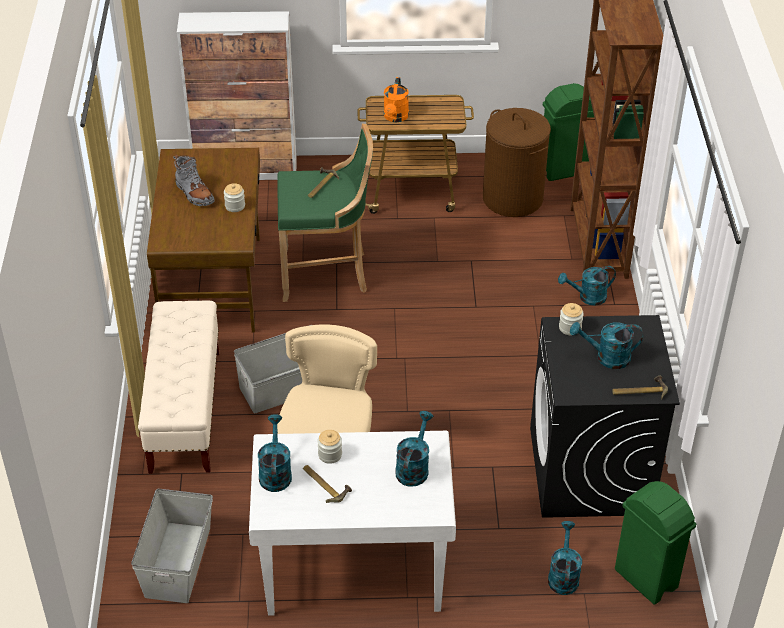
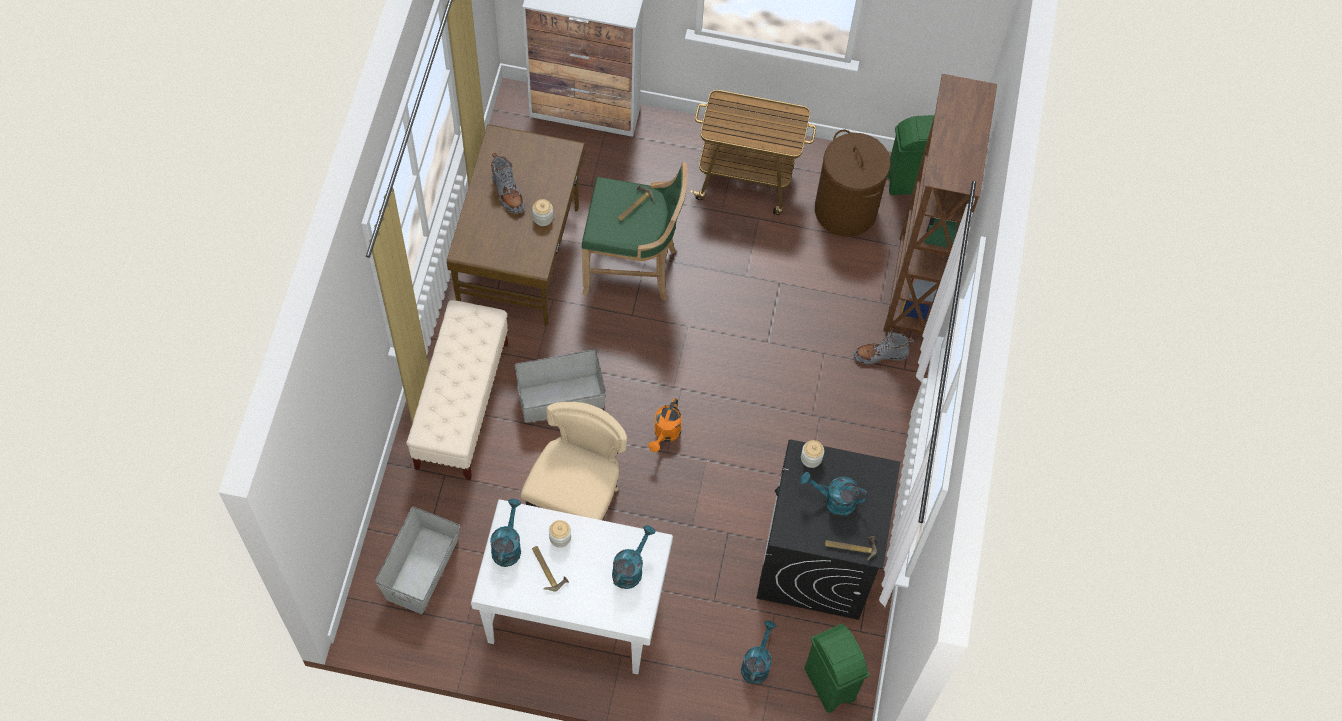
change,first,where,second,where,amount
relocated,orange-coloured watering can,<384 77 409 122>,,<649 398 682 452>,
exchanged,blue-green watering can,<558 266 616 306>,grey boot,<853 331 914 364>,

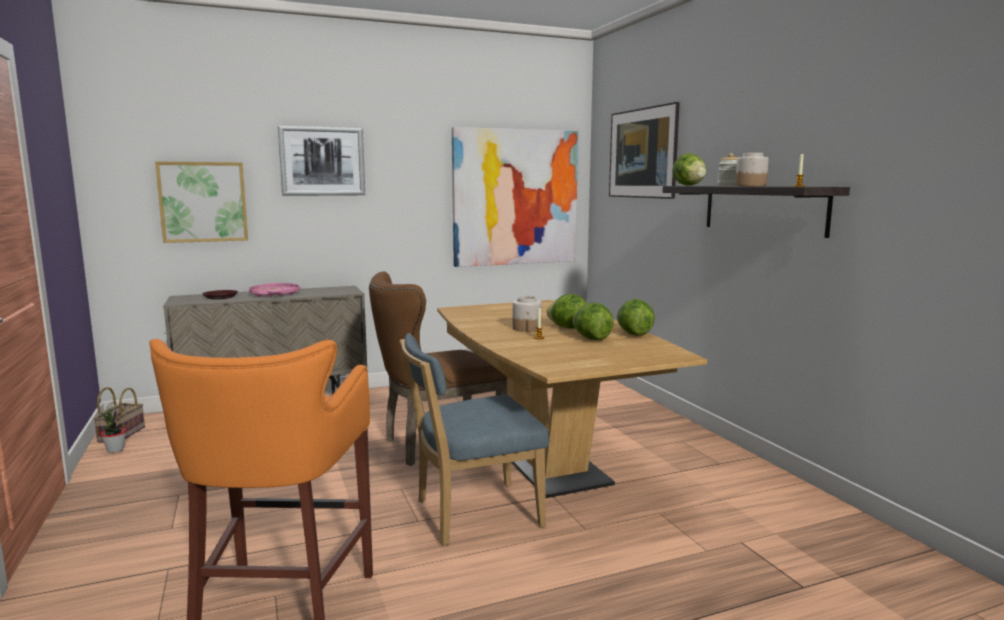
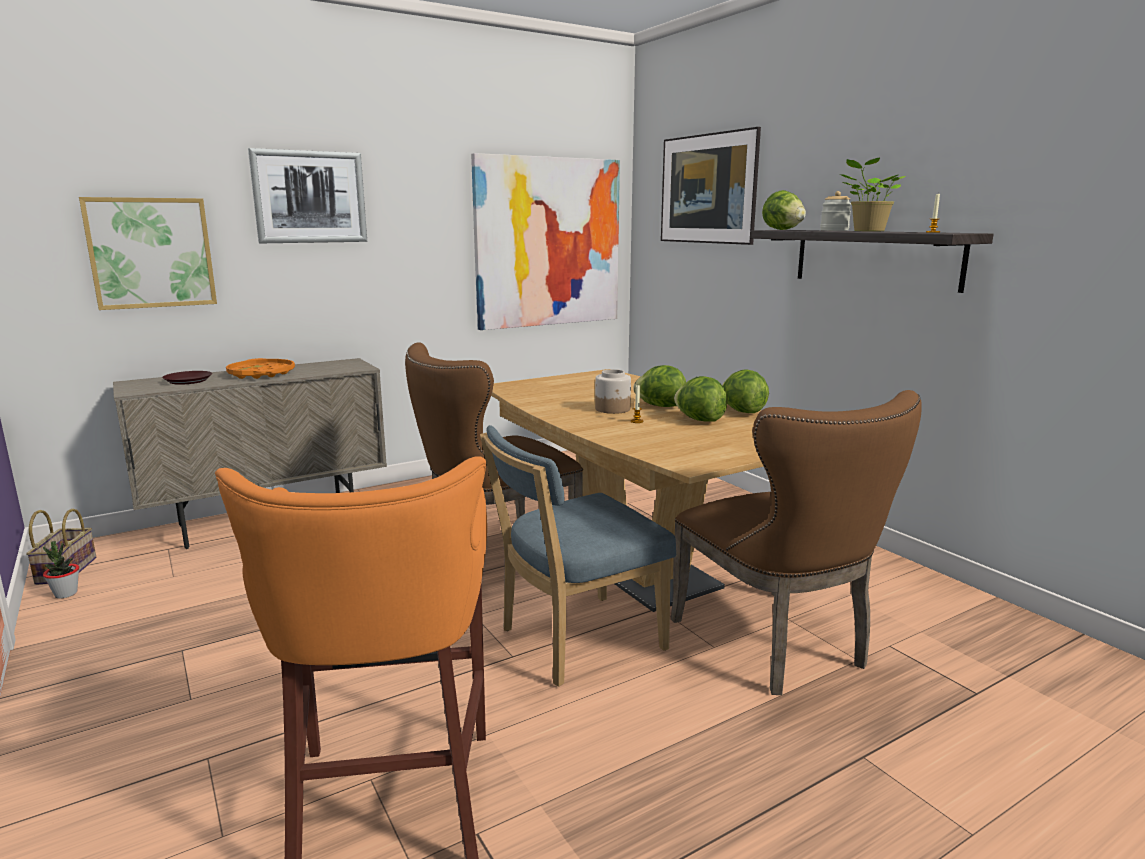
change,first,where,second,where,amount
exchanged,preserve jar,<735 153 769 186>,plant in a pot,<840 158 905 231>,
colour,pink-coloured serving tray,<249 283 300 297>,orange-coloured serving tray,<226 358 295 379>,
appeared,,,brown plain chair,<671 390 922 695>,

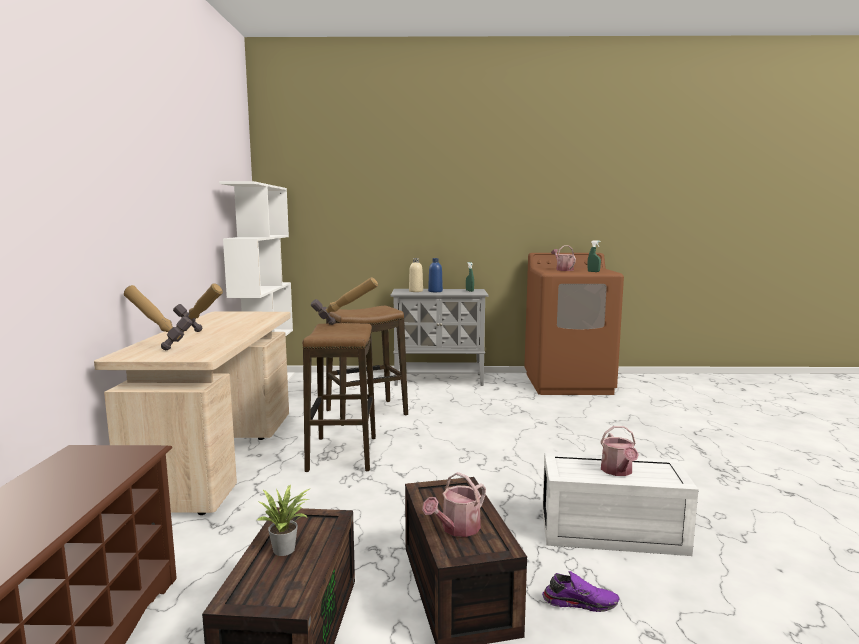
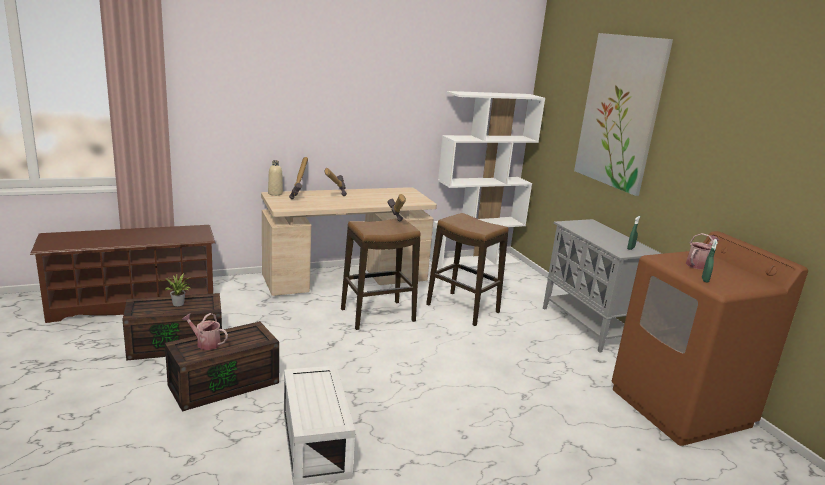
change,first,where,second,where,amount
relocated,beige-coloured drink bottle,<409 258 423 292>,,<268 160 283 196>,
missing,blue-coloured drink bottle,<428 258 443 292>,,,
missing,watering can,<600 426 639 476>,,,
missing,purple-coloured low shoe,<542 571 619 612>,,,
appeared,,,picture,<574 33 673 196>,

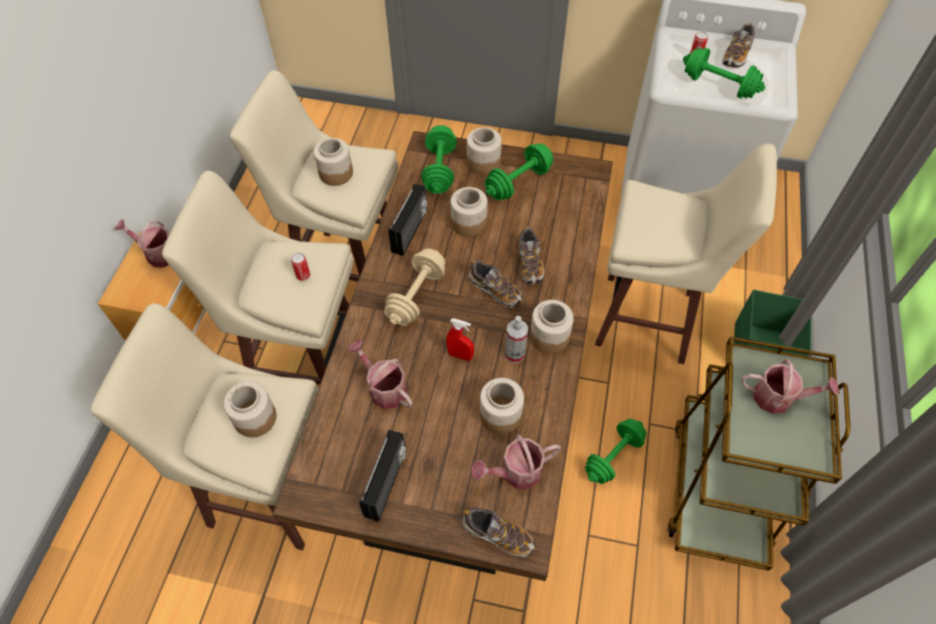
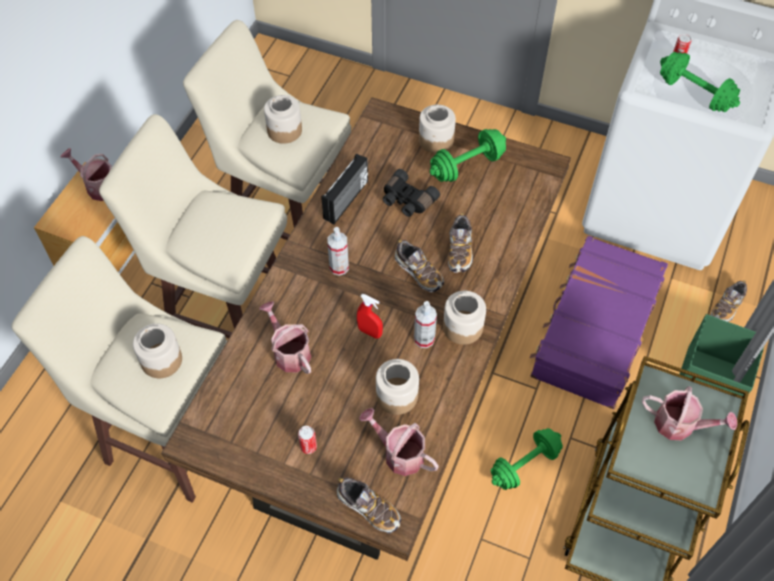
change,first,where,second,where,amount
relocated,low shoe,<723 23 755 68>,,<711 280 747 322>,
missing,greenish hand weight,<422 125 456 194>,,,
exchanged,beige-coloured sitting stool,<595 144 777 364>,purple-coloured travel case,<530 236 668 409>,
exchanged,preserve jar,<451 187 488 237>,black field glasses,<383 169 440 217>,
exchanged,beige-coloured hand weight,<384 248 445 326>,spray bottle,<327 227 349 275>,
relocated,can,<291 253 310 281>,,<298 426 317 454>,
missing,radio,<359 430 406 522>,,,
spun,watering can,<471 435 561 489>,,<359 408 439 476>,45 degrees clockwise

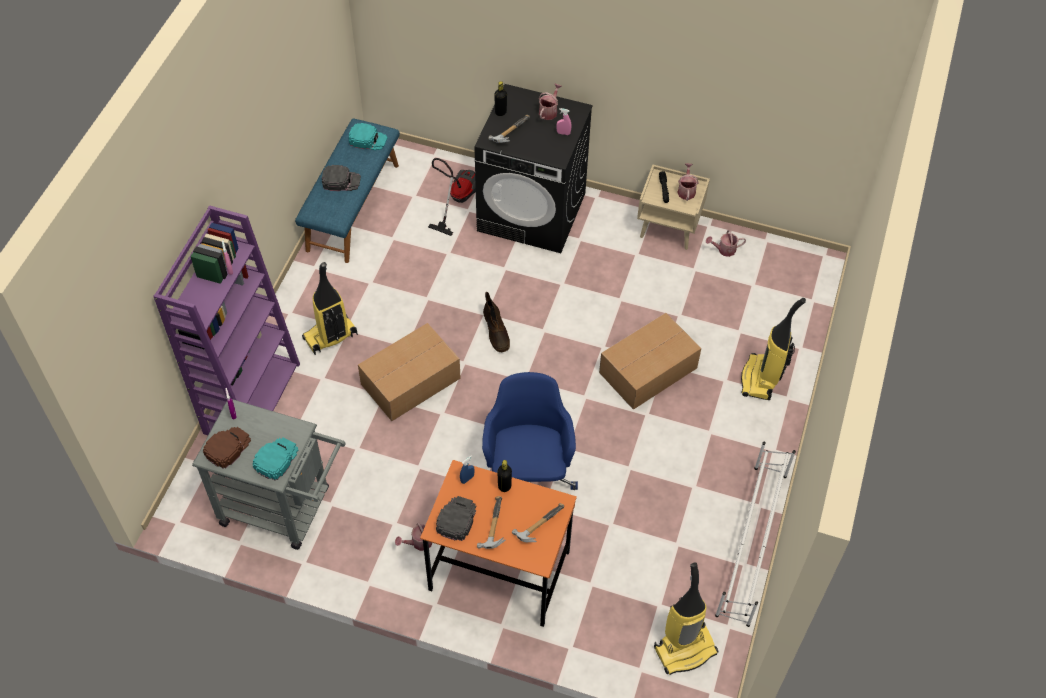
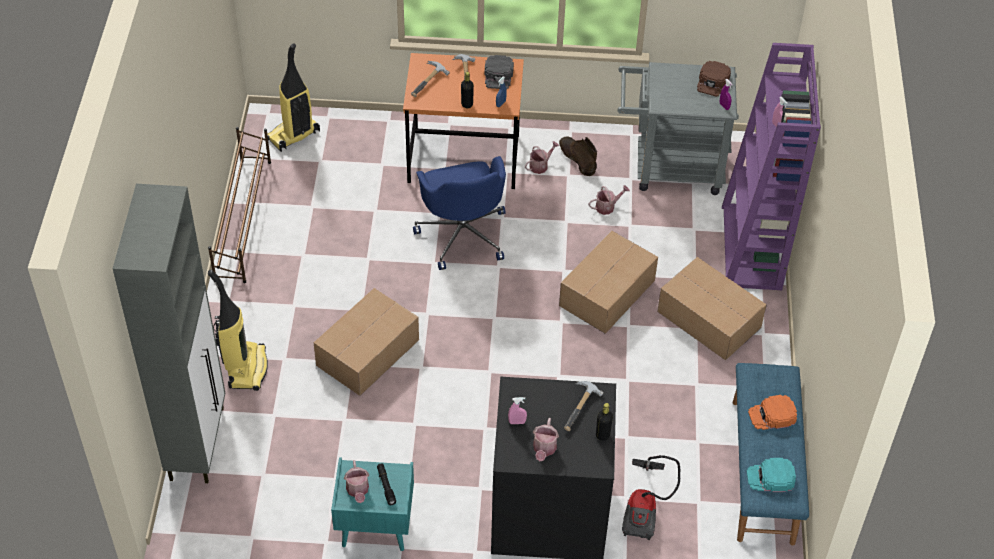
change,first,where,second,where,amount
colour,black baseball cap,<322 165 361 191>,orange-coloured baseball cap,<748 395 797 430>,
colour,beige-coloured bedside table,<637 165 710 250>,blue-green bedside table,<331 458 414 551>,
relocated,watering can,<706 230 746 257>,,<589 185 630 215>,
exchanged,hoover,<302 262 358 355>,packing box,<657 257 767 360>,
relocated,brown boot,<483 292 510 352>,,<559 137 597 176>,
missing,blue-green baseball cap,<252 437 299 481>,,,
colour,whitish shoe shelf,<715 442 796 627>,brown shoe shelf,<208 127 271 283>,
appeared,,,grey cabinet,<113 184 225 483>,

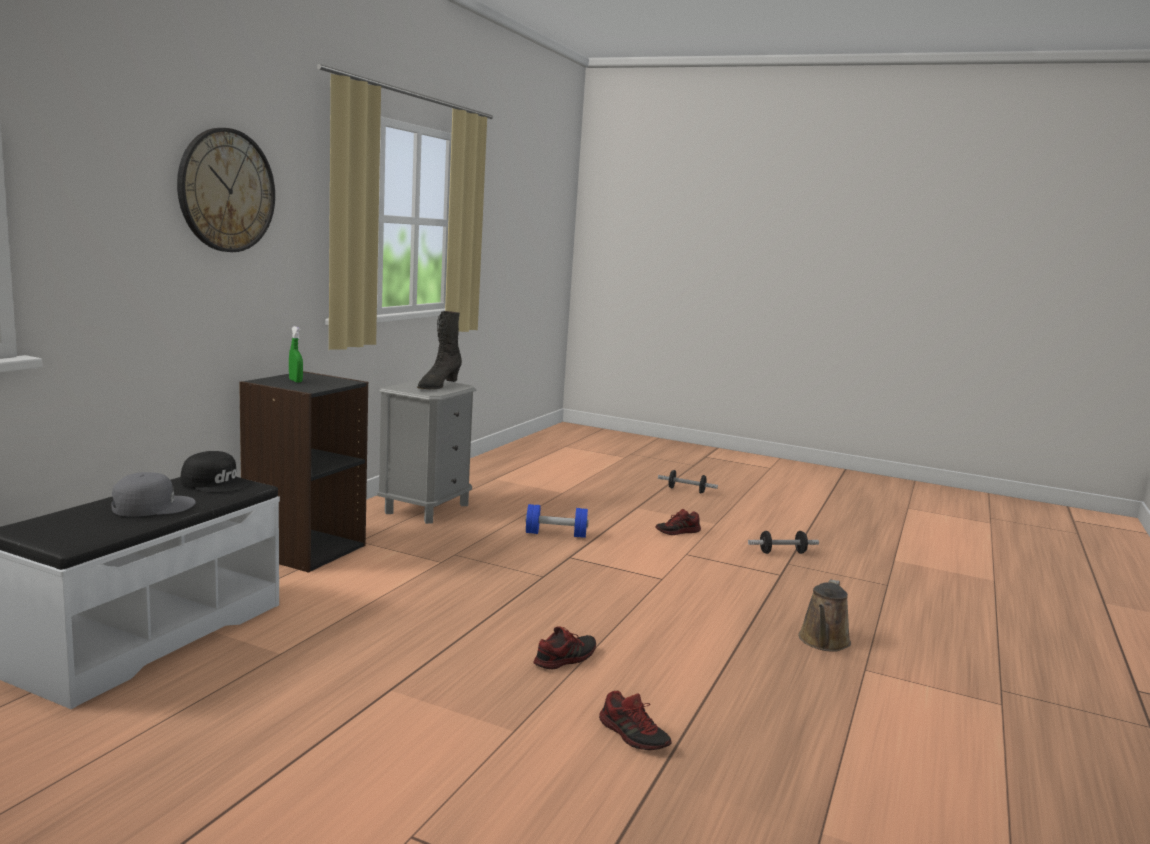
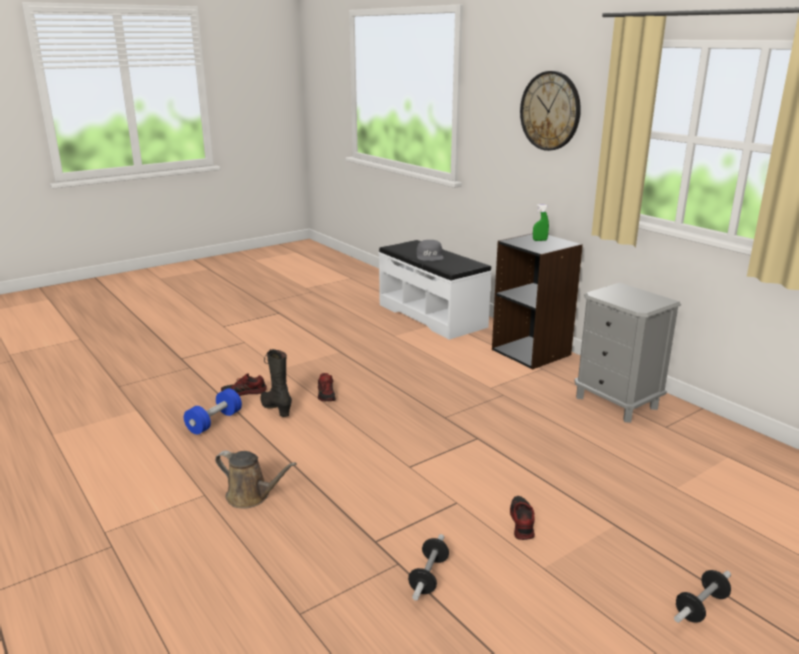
change,first,where,second,where,amount
relocated,black boot,<417 311 462 389>,,<261 349 292 417>,
missing,black baseball cap,<180 451 251 493>,,,
relocated,blue-coloured hand weight,<526 504 589 538>,,<184 388 242 435>,
spun,brown watering can,<798 579 851 652>,,<215 451 297 509>,150 degrees clockwise

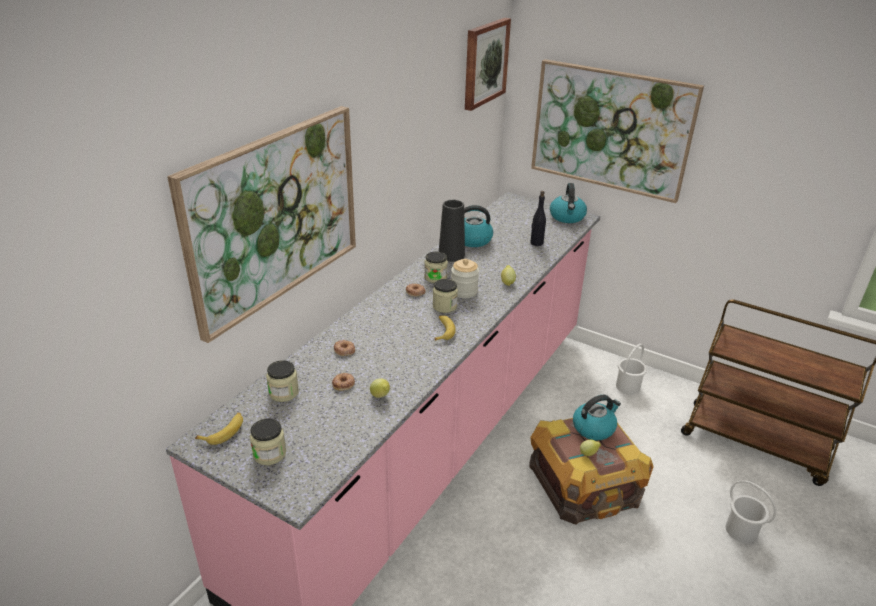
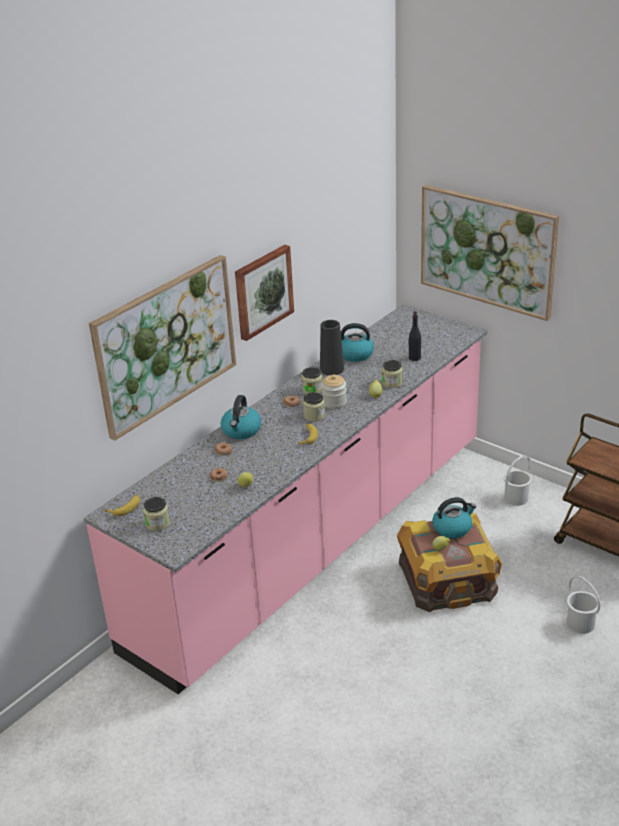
change,first,where,second,where,amount
relocated,picture,<465 18 511 111>,,<235 245 294 341>,
relocated,tea kettle,<550 183 587 223>,,<221 395 261 439>,
relocated,preserve jar,<266 360 299 402>,,<382 360 403 388>,

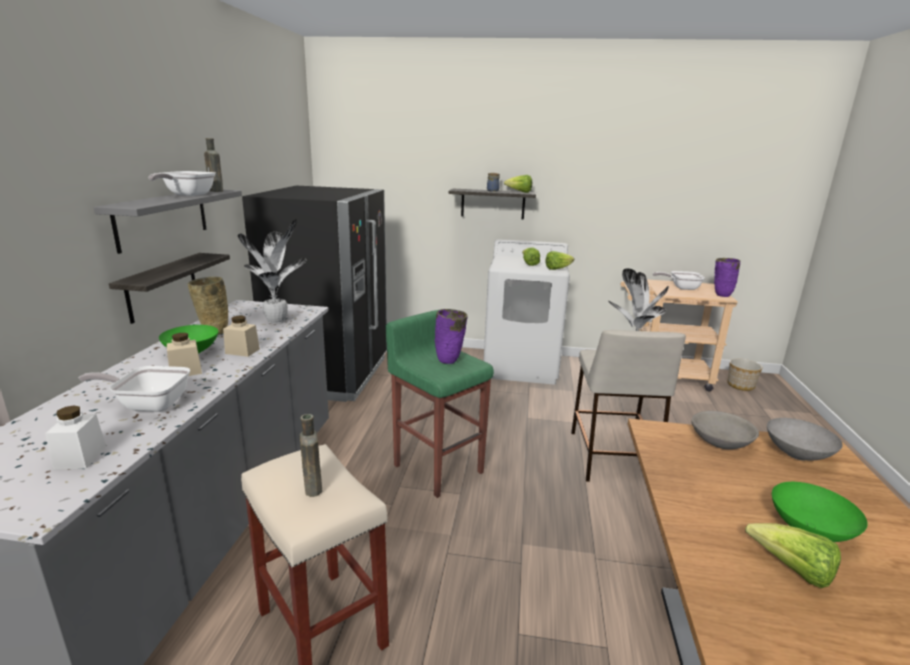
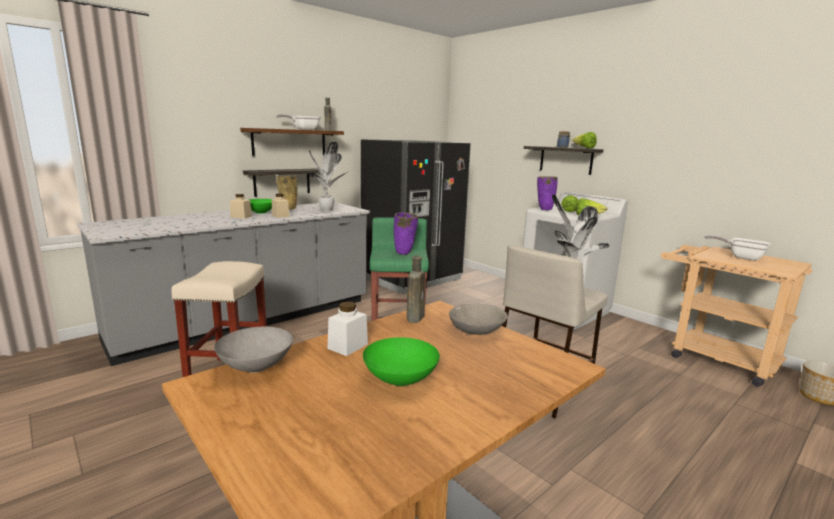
change,first,where,second,where,amount
colour,grey shelf,<94 190 242 254>,brown shelf,<240 128 344 156>,
relocated,purple-coloured decorative vase,<714 258 740 297>,,<537 176 558 210>,
missing,skillet,<79 366 190 412>,,,
relocated,whitish preserve jar,<45 405 106 470>,,<328 302 368 356>,
relocated,brown drink bottle,<300 414 322 497>,,<407 255 425 323>,
relocated,grey deep dish,<767 418 843 461>,,<214 327 293 373>,
missing,lettuce,<745 523 841 588>,,,

